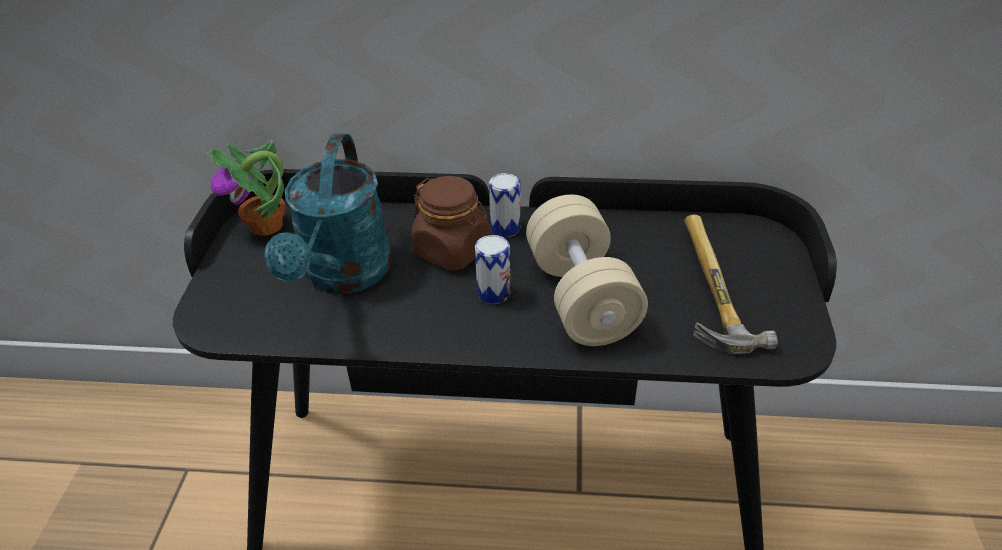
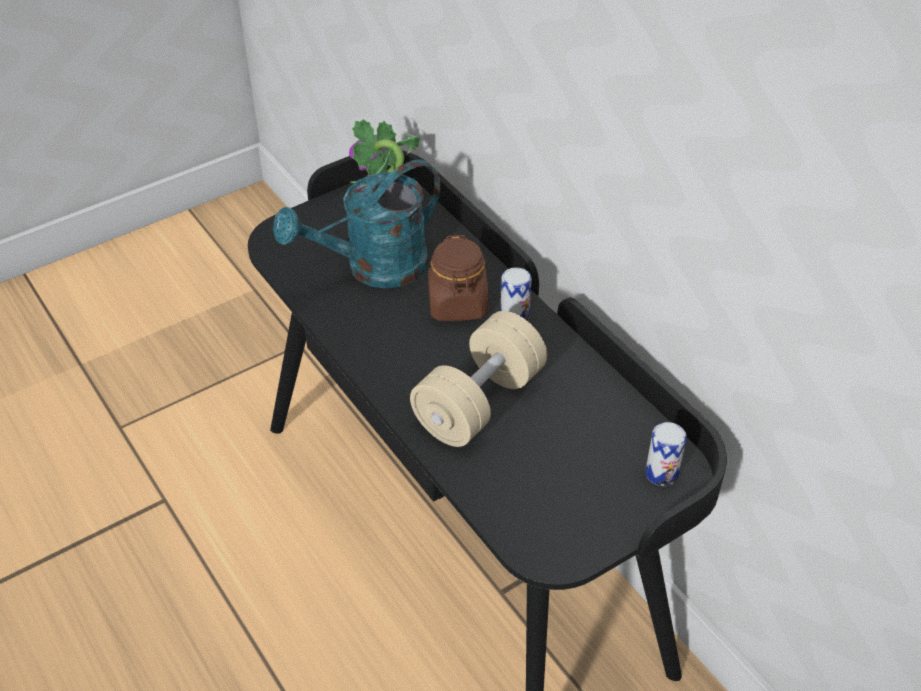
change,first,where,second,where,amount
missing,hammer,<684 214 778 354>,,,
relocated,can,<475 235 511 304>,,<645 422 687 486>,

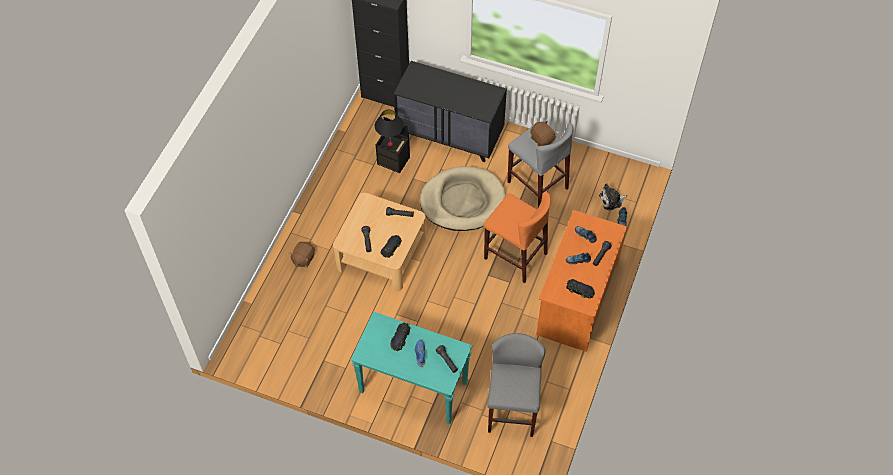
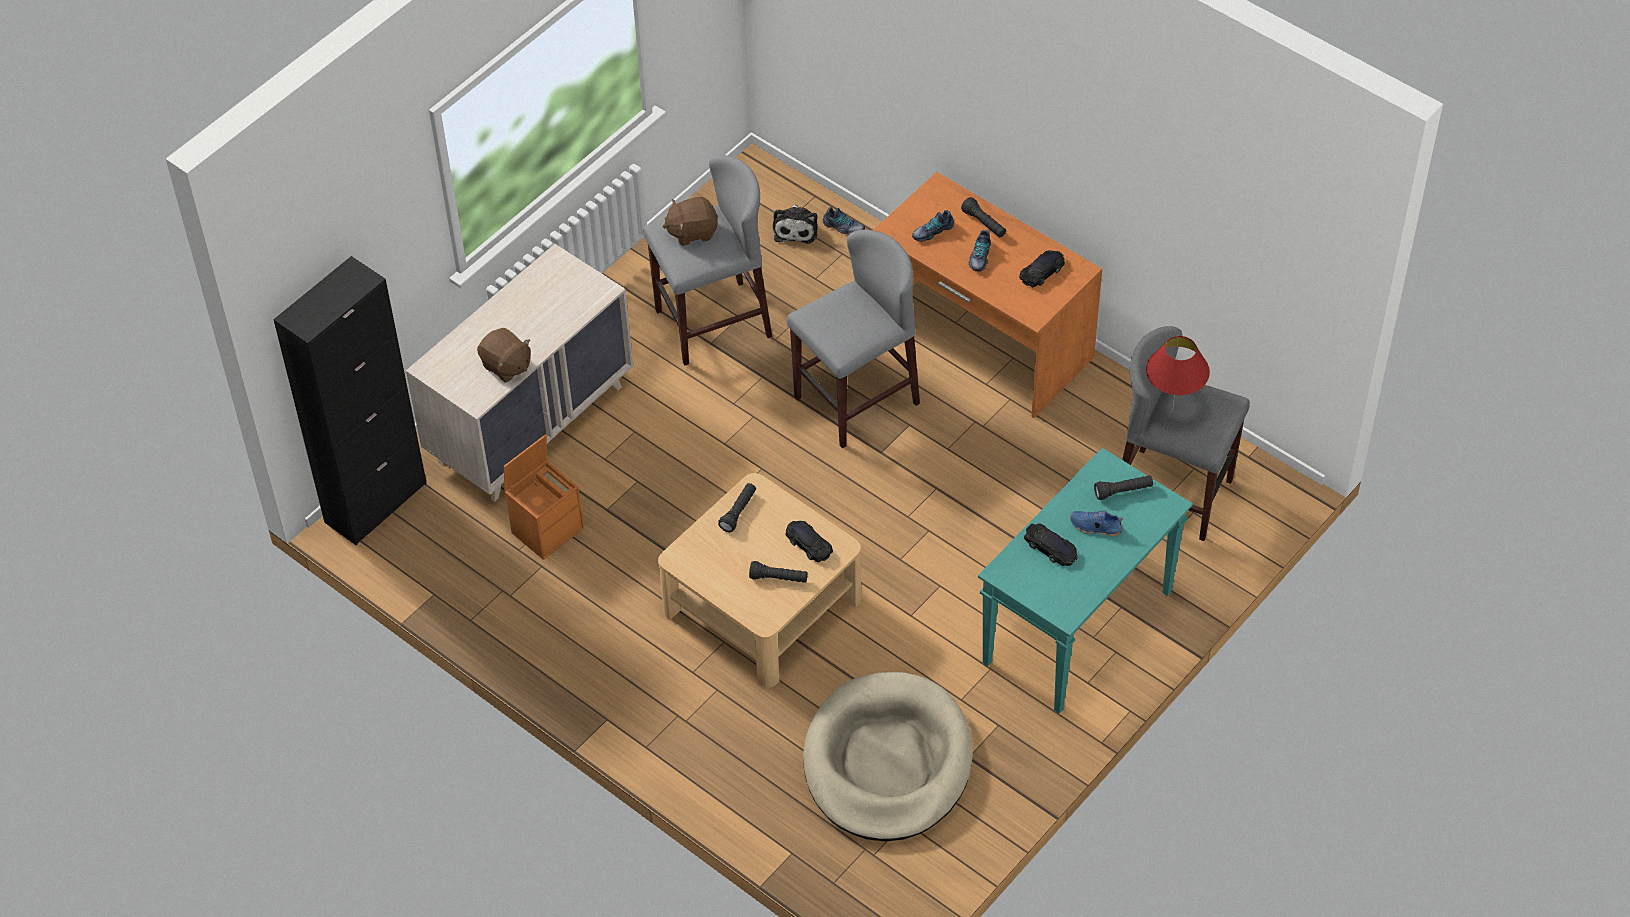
change,first,where,second,where,amount
colour,black chest of drawers,<394 61 507 162>,beige-coloured chest of drawers,<406 244 633 502>,
missing,black tabletop lamp,<375 110 404 144>,,,
colour,black storage container,<376 117 410 173>,orange-coloured storage container,<504 434 584 560>,
relocated,beige-coloured dog cushion,<420 166 506 231>,,<803 672 973 842>,
colour,orange-coloured sitting stool,<484 192 551 283>,grey sitting stool,<787 230 920 448>,
relocated,brown plush toy,<289 242 315 267>,,<477 328 531 383>,
appeared,,,red-coloured tabletop lamp,<1146 336 1210 412>,

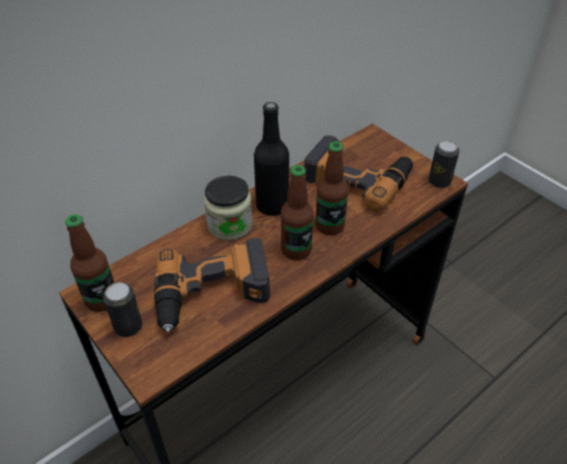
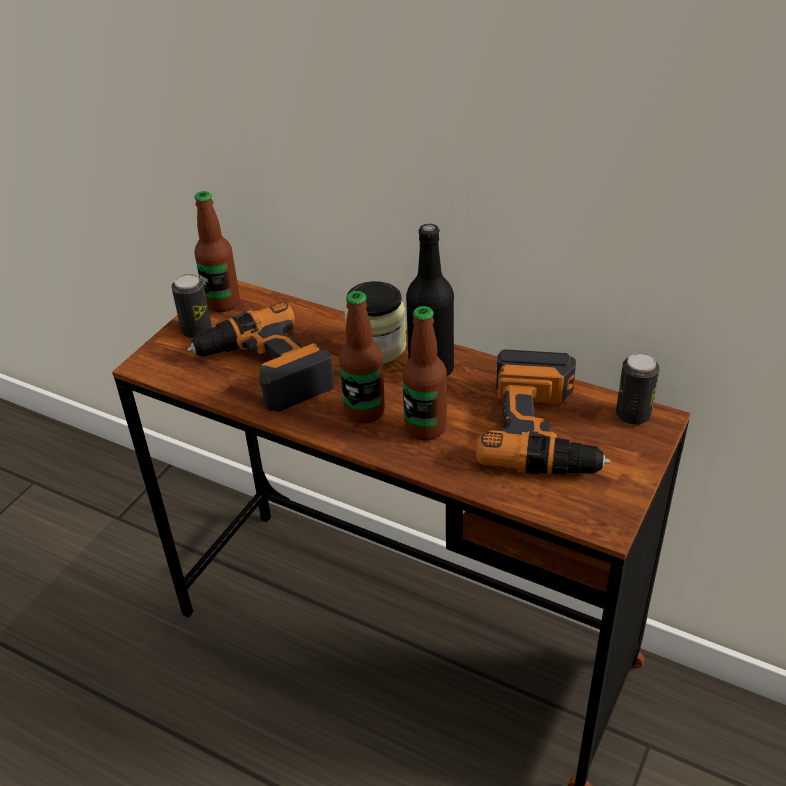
change,first,where,second,where,amount
relocated,can,<428 140 460 188>,,<616 353 660 425>,

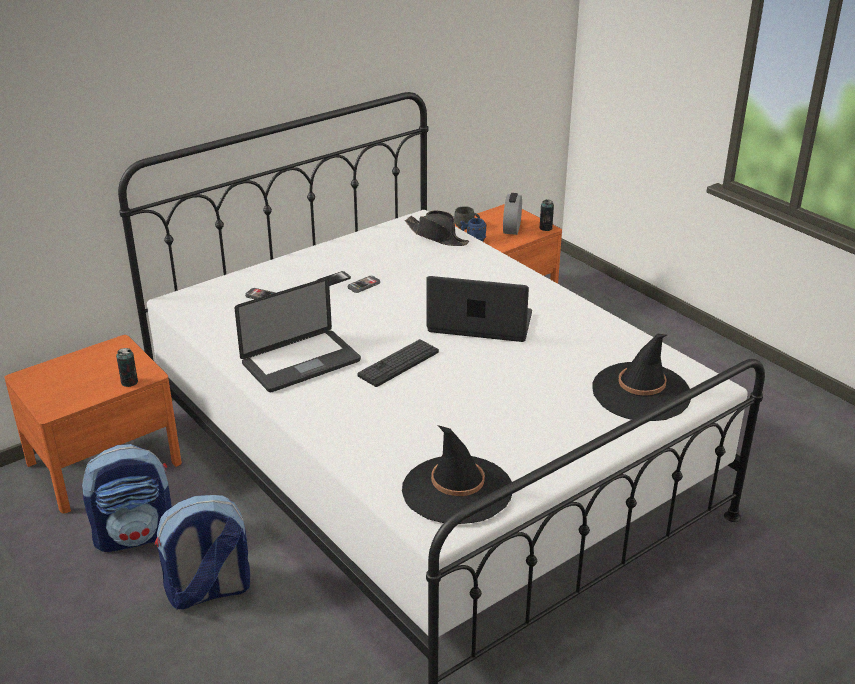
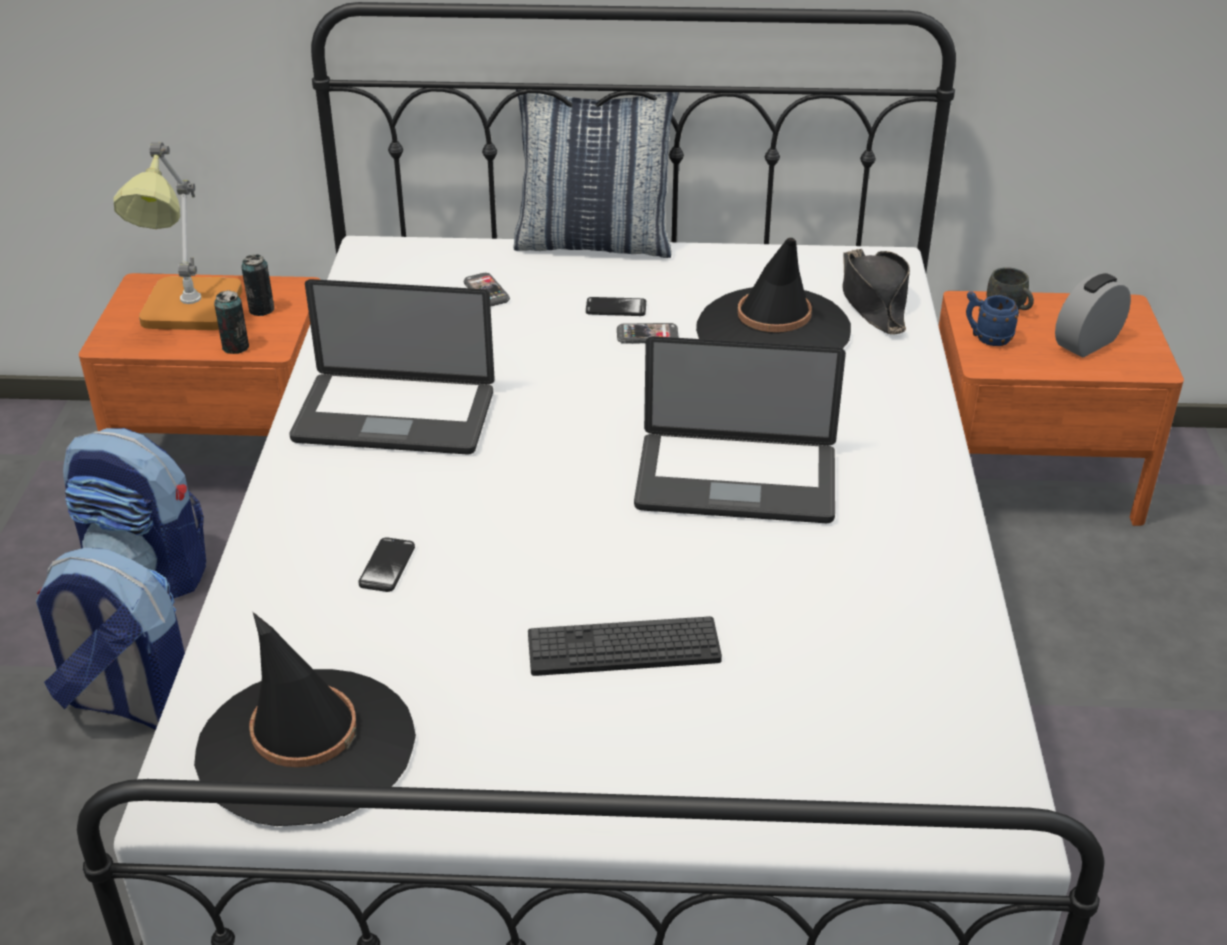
change,first,where,second,where,amount
relocated,can,<539 200 554 231>,,<241 254 274 316>,
spun,notebook computer,<426 276 532 342>,,<634 336 846 523>,135 degrees clockwise
relocated,black wearable hat,<592 334 691 421>,,<696 238 851 349>,
relocated,PC keyboard,<357 339 439 387>,,<528 616 722 676>,
appeared,,,pillow,<513 89 679 258>,
appeared,,,tabletop lamp,<114 142 242 330>,
appeared,,,handset,<358 537 415 592>,

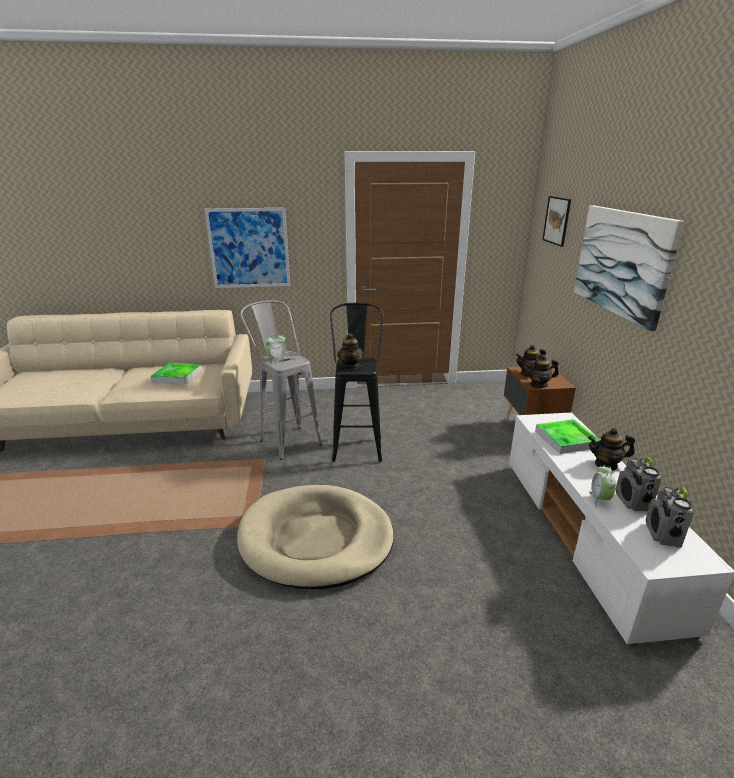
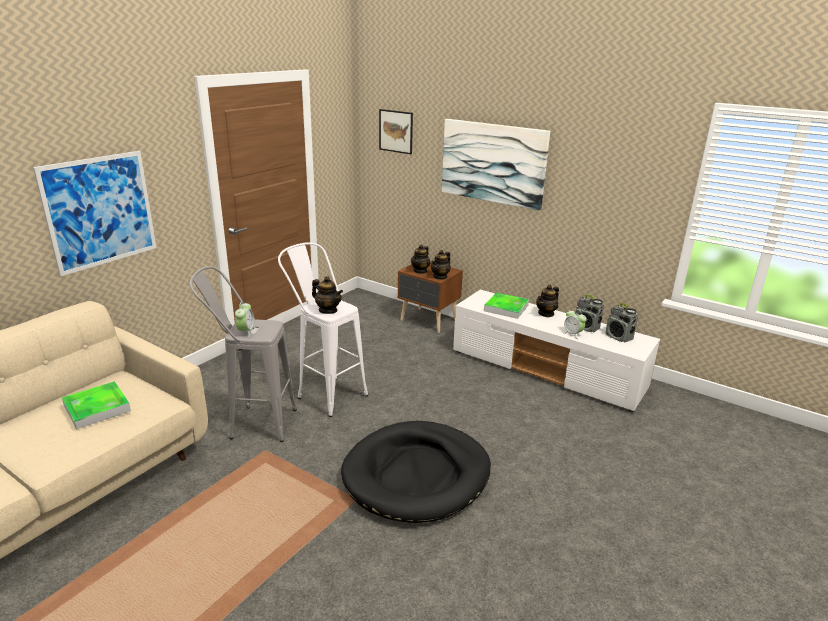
change,first,where,second,where,amount
colour,black sitting stool,<330 303 384 462>,whitish sitting stool,<278 242 368 417>,
colour,beige-coloured dog cushion,<237 485 394 589>,black dog cushion,<341 421 491 523>,

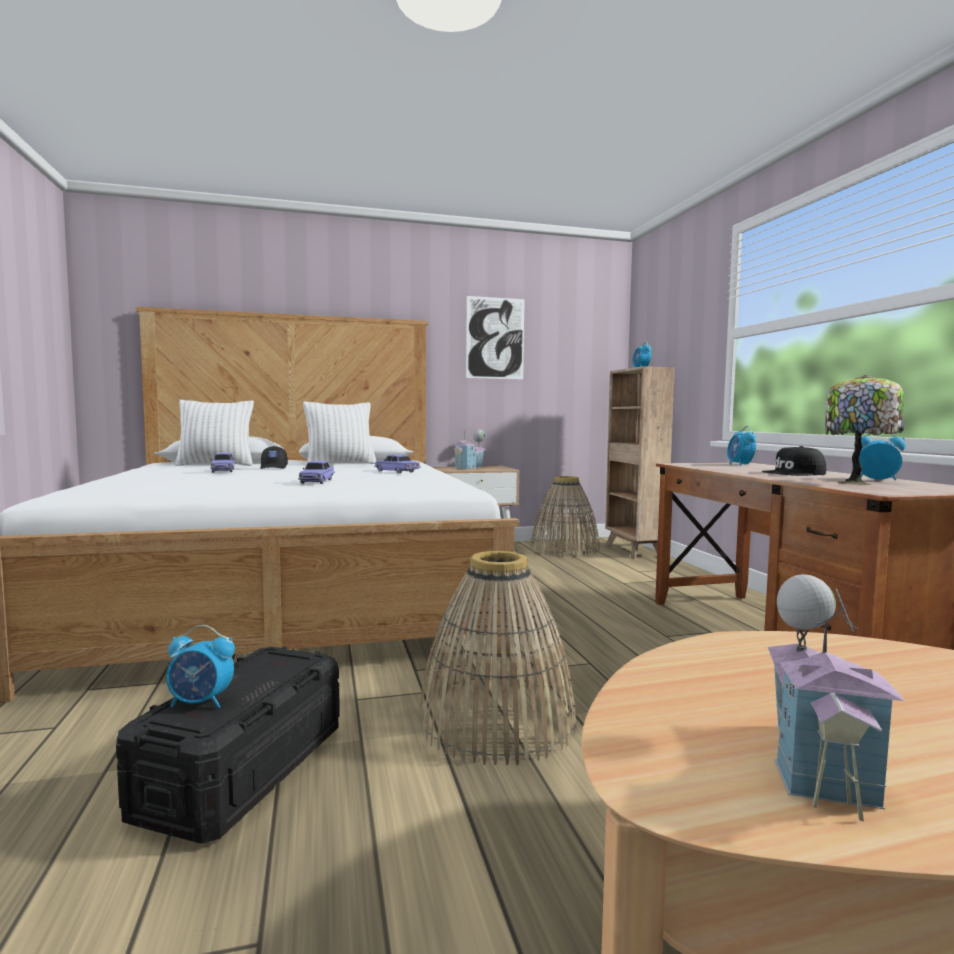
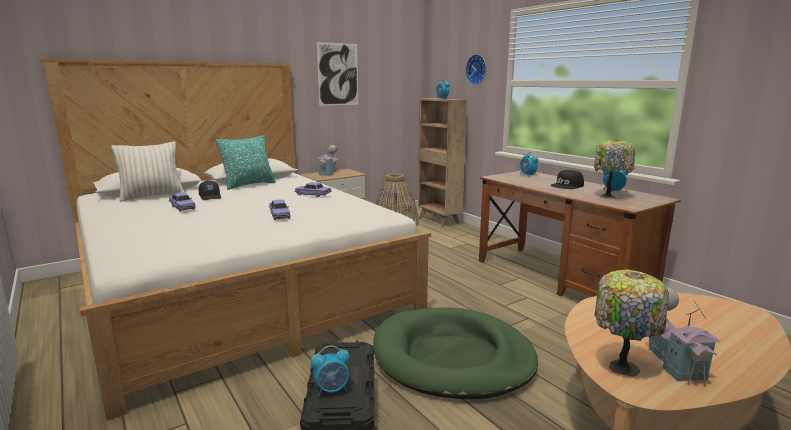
change,first,where,second,where,amount
colour,whitish pillow,<303 401 376 464>,blue-green pillow,<216 135 276 190>,
exchanged,household basket,<418 551 576 765>,greenish dog cushion,<373 307 538 400>,
appeared,,,wall clock,<465 54 486 85>,
appeared,,,tabletop lamp,<594 269 669 377>,

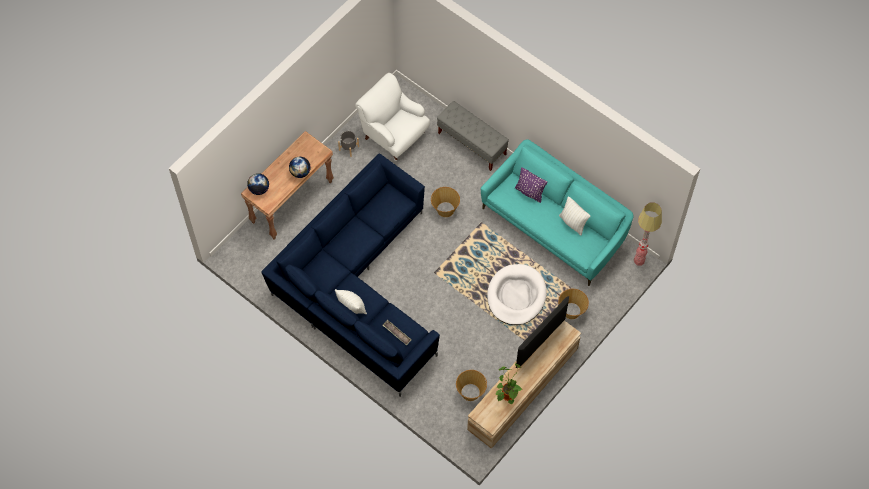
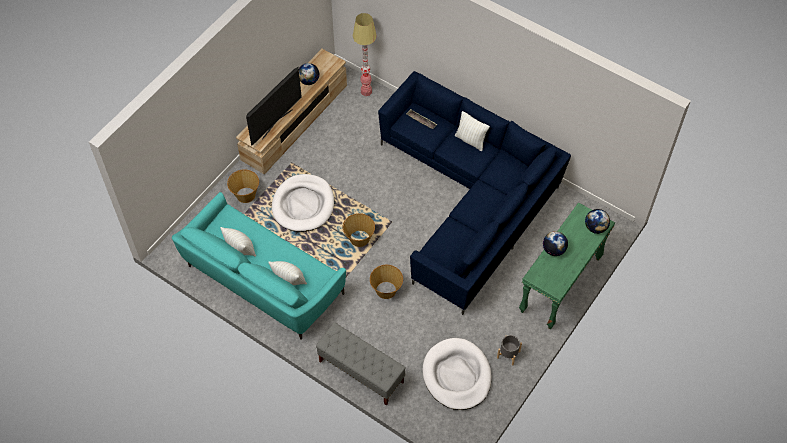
change,first,where,second,where,amount
exchanged,whitish lounge chair,<355 73 430 161>,whitish dog cushion,<423 338 492 410>,
colour,brown hall table,<241 131 334 240>,greenish hall table,<519 202 615 329>,
colour,purple-coloured pillow,<515 167 547 203>,whitish pillow,<268 261 307 285>,
relocated,floor lamp,<634 202 662 266>,,<353 13 377 96>,
exchanged,plant in a pot,<495 363 523 404>,world globe,<299 63 319 85>,
relocated,household basket,<456 370 487 401>,,<342 213 375 247>,

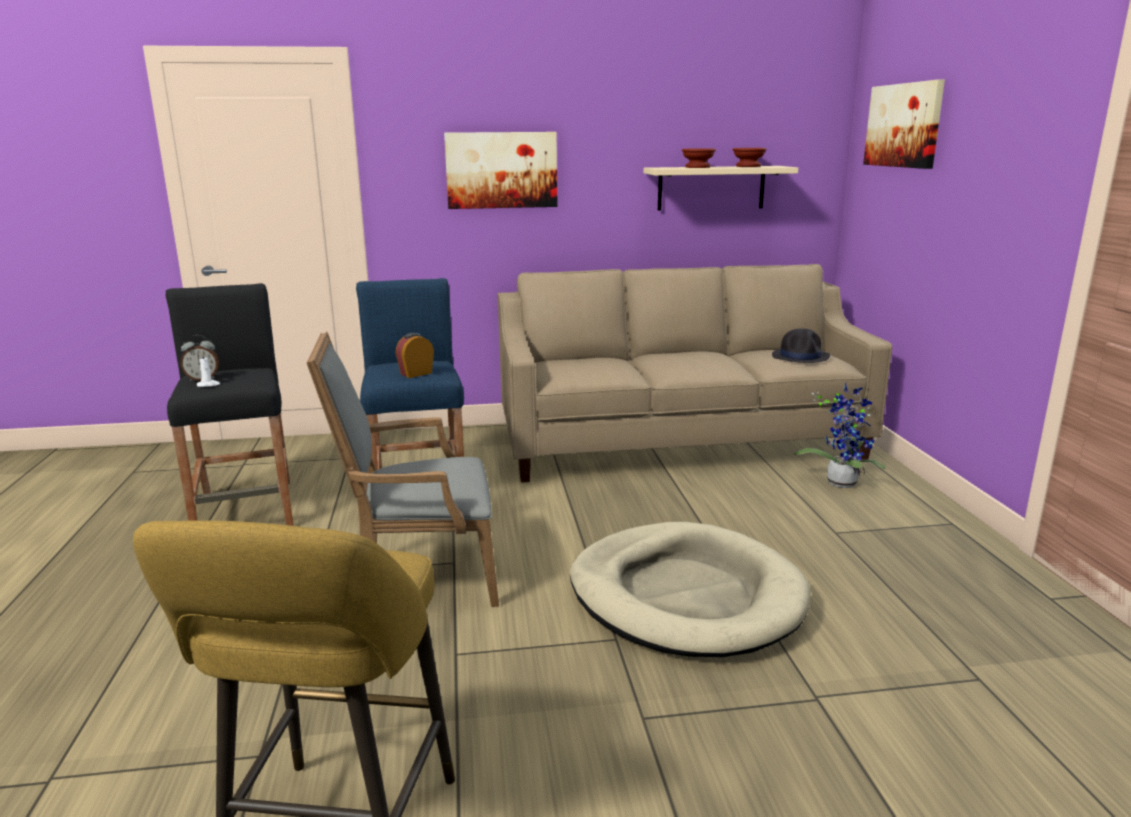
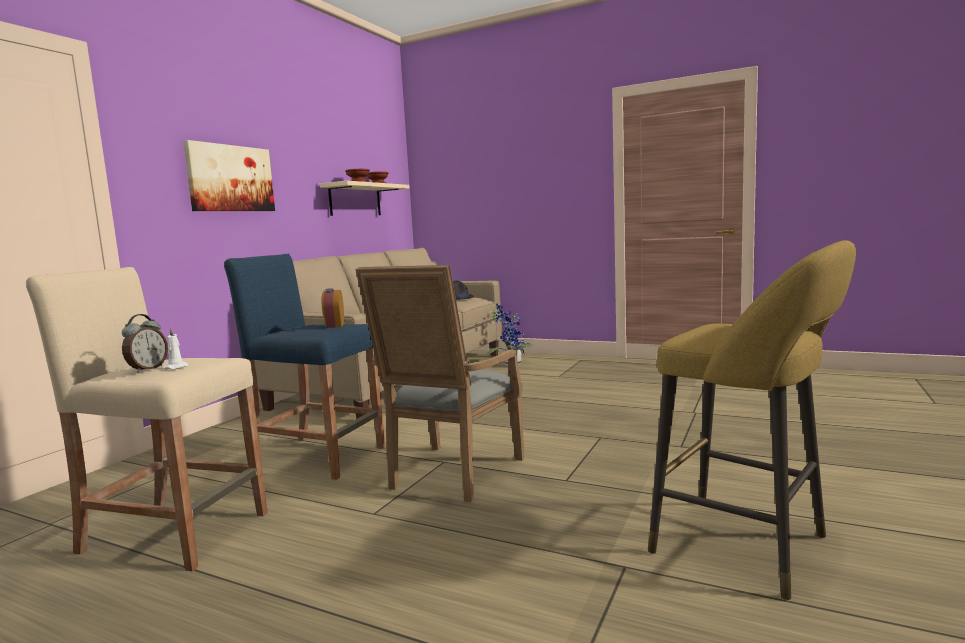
change,first,where,second,where,amount
missing,picture,<863 79 945 169>,,,
colour,black sitting stool,<166 283 294 526>,beige-coloured sitting stool,<26 267 268 571>,
missing,beige-coloured dog cushion,<570 522 811 657>,,,

